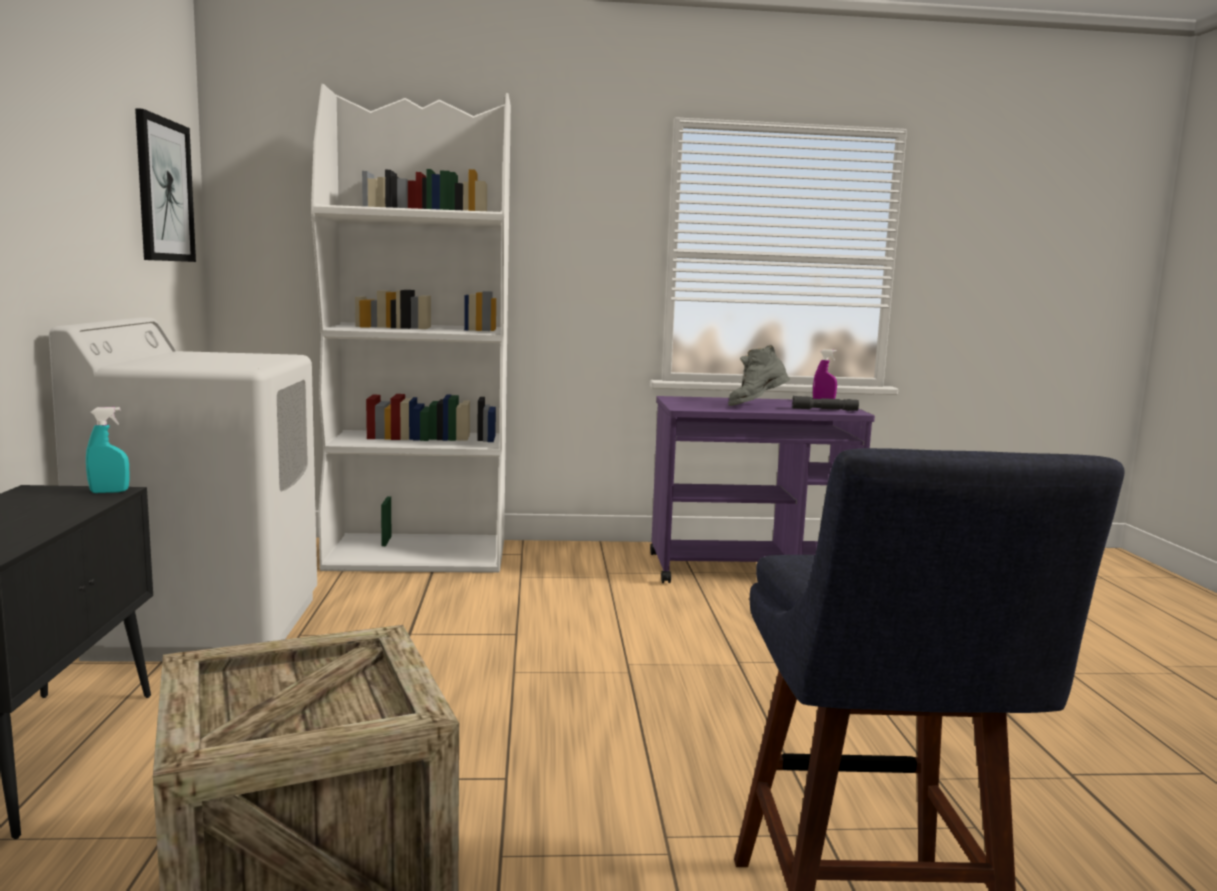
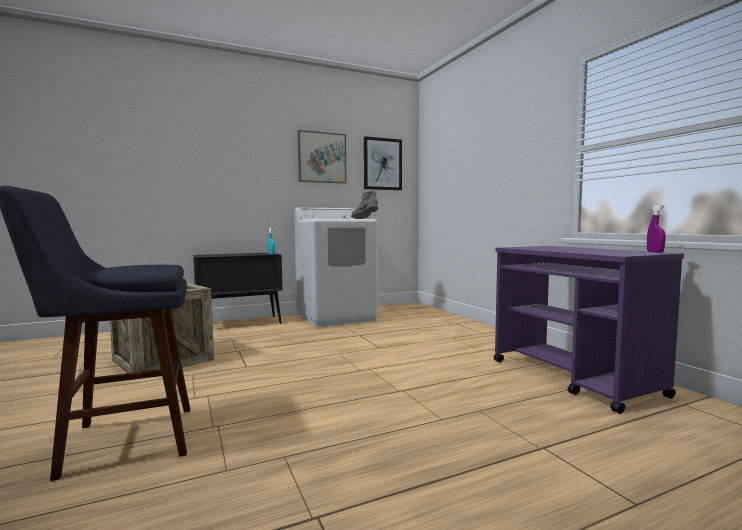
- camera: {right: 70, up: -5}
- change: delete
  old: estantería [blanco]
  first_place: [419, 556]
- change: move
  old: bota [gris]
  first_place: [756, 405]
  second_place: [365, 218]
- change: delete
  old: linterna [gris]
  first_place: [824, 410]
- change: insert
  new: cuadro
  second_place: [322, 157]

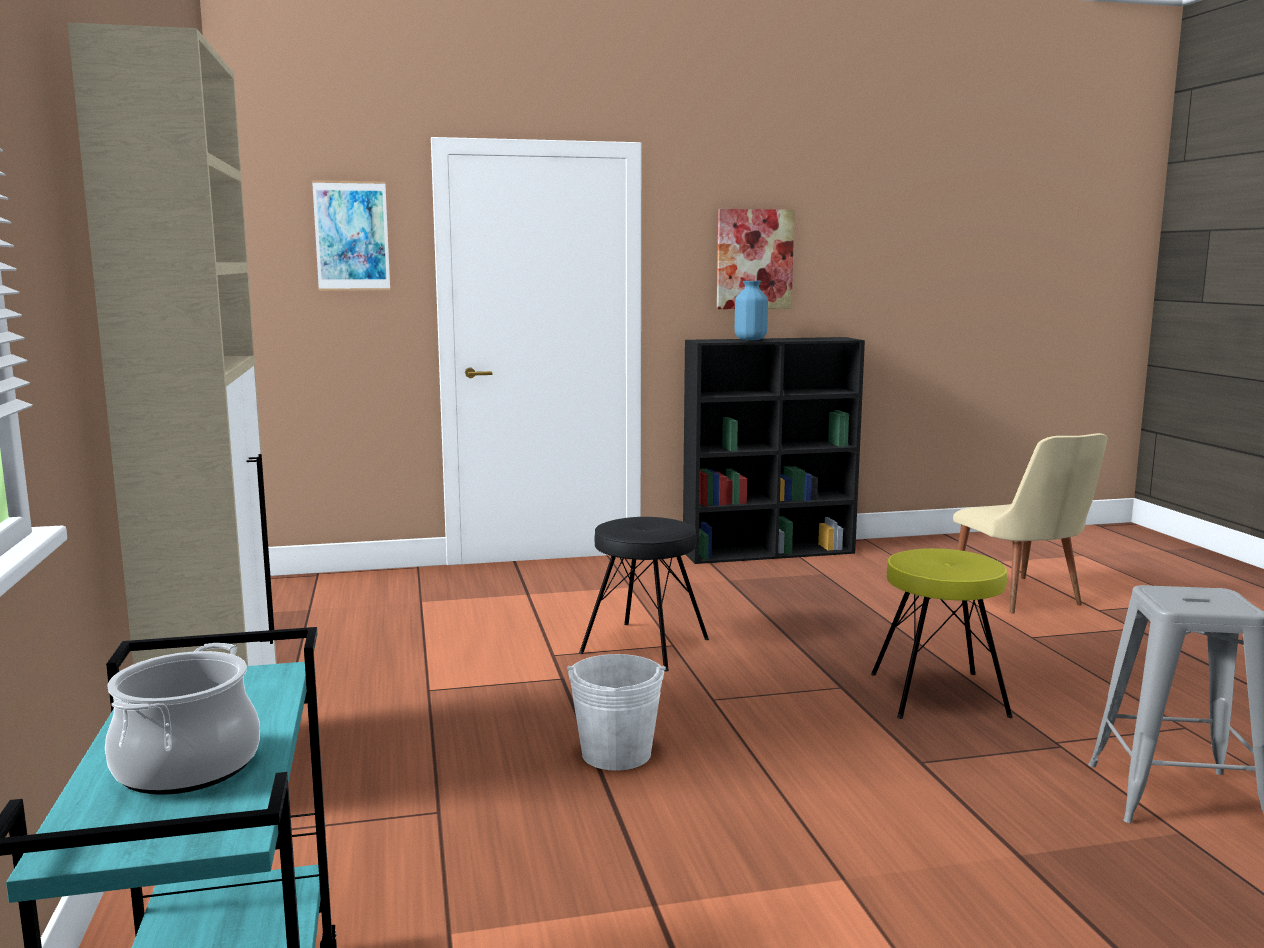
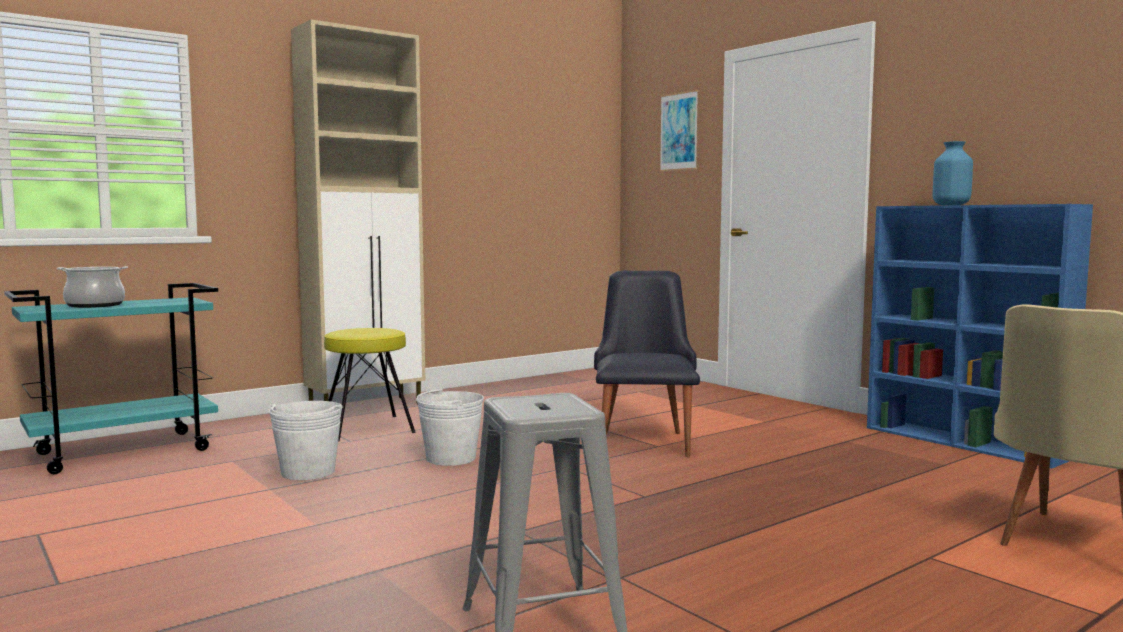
- camera: {right: 65, up: -5}
- change: delete
  old: cuadro
  first_place: [754, 259]
- change: recolor
  old: estantería [negro]
  new: estantería [azul]
  first_place: [770, 552]
  second_place: [965, 443]
- change: replace
  old: taburete [negro]
  new: silla [negro]
  first_place: [644, 645]
  second_place: [644, 440]
- change: move
  old: taburete [amarillo]
  first_place: [937, 694]
  second_place: [368, 428]
- change: insert
  new: cubo [blanco]
  second_place: [308, 472]

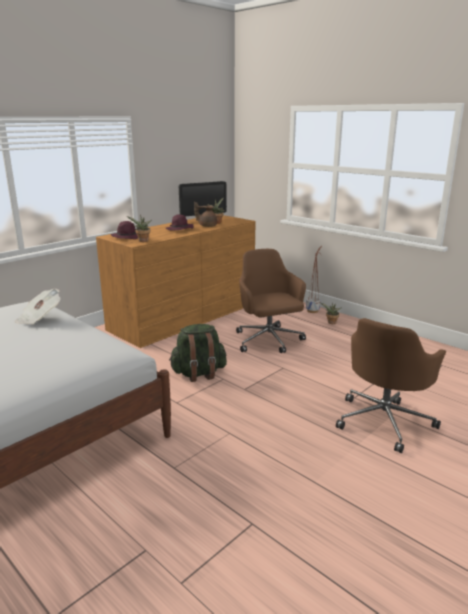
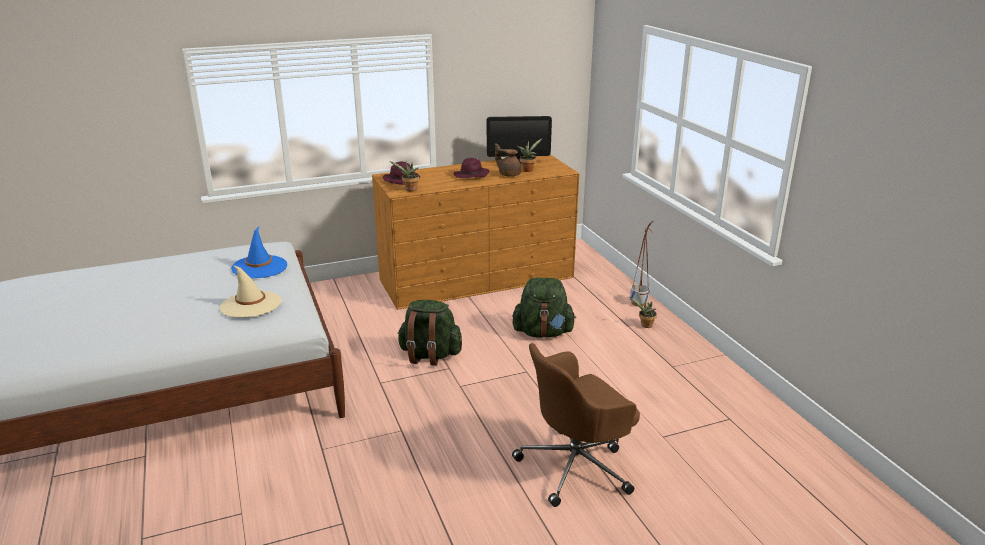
- camera: {right: 25, up: 5}
- change: replace
  old: silla de oficina [marrón]
  new: mochila [verde]
  first_place: [268, 341]
  second_place: [543, 332]
- change: replace
  old: periódico
  new: sombrero [azul]
  first_place: [39, 318]
  second_place: [260, 267]
- change: insert
  new: sombrero [beis]
  second_place: [251, 305]

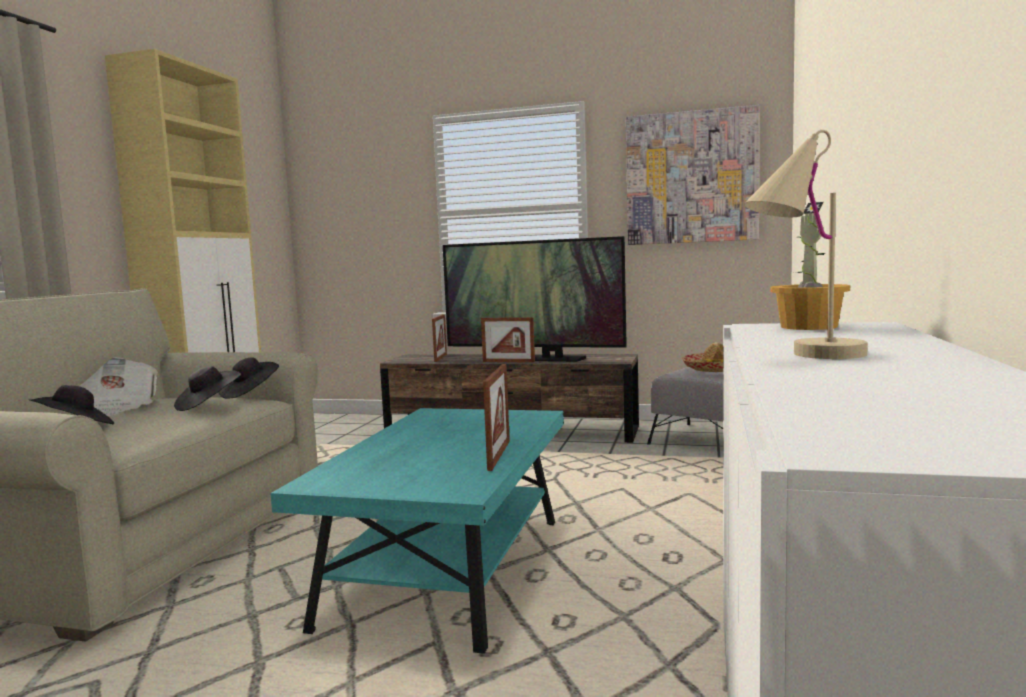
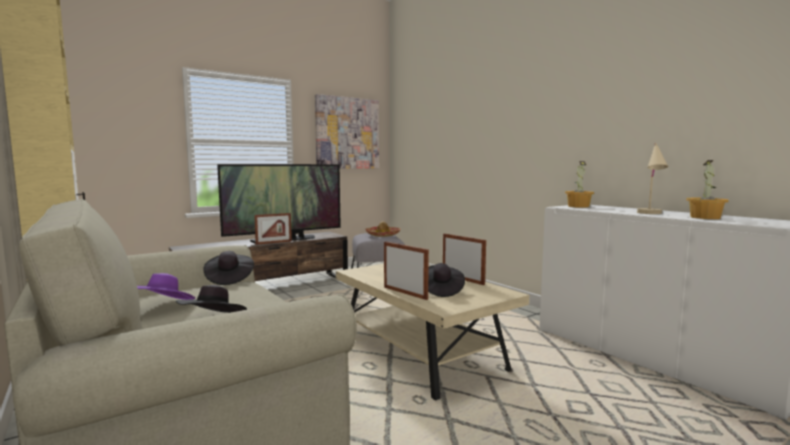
- camera: {right: -50, up: 0}
- change: move
  old: portarretratos
  first_place: [440, 358]
  second_place: [405, 293]
- change: replace
  old: periódico
  new: sombrero [morado]
  first_place: [117, 407]
  second_place: [163, 307]
- change: move
  old: sombrero [negro]
  first_place: [208, 405]
  second_place: [441, 290]
- change: recolor
  old: mesa de centro [turquesa]
  new: mesa de centro [beis]
  first_place: [449, 573]
  second_place: [420, 354]
- change: insert
  new: planta en maceta
  second_place: [705, 217]

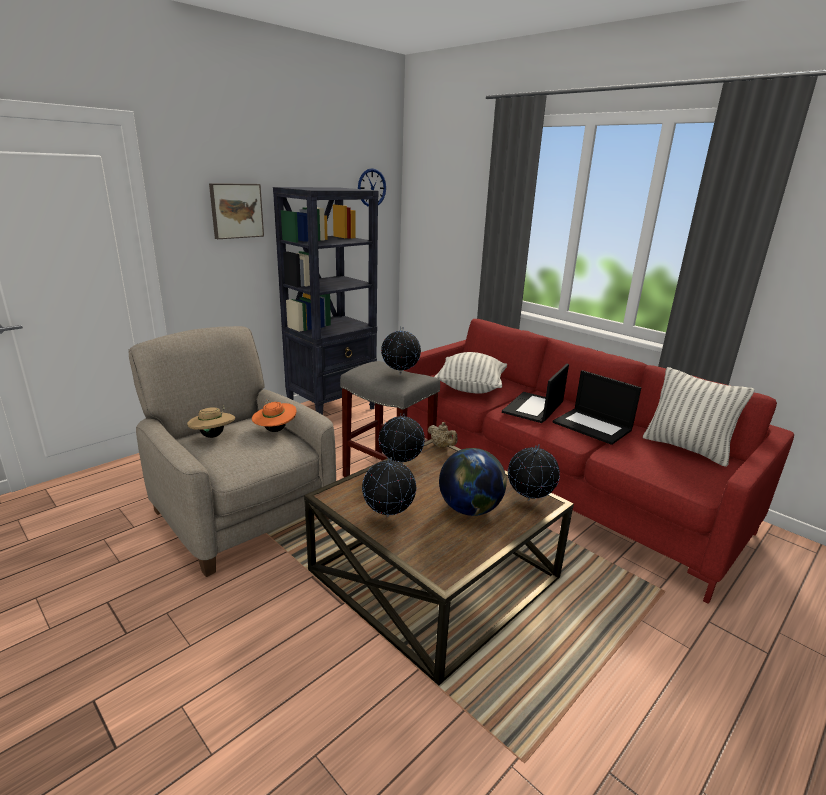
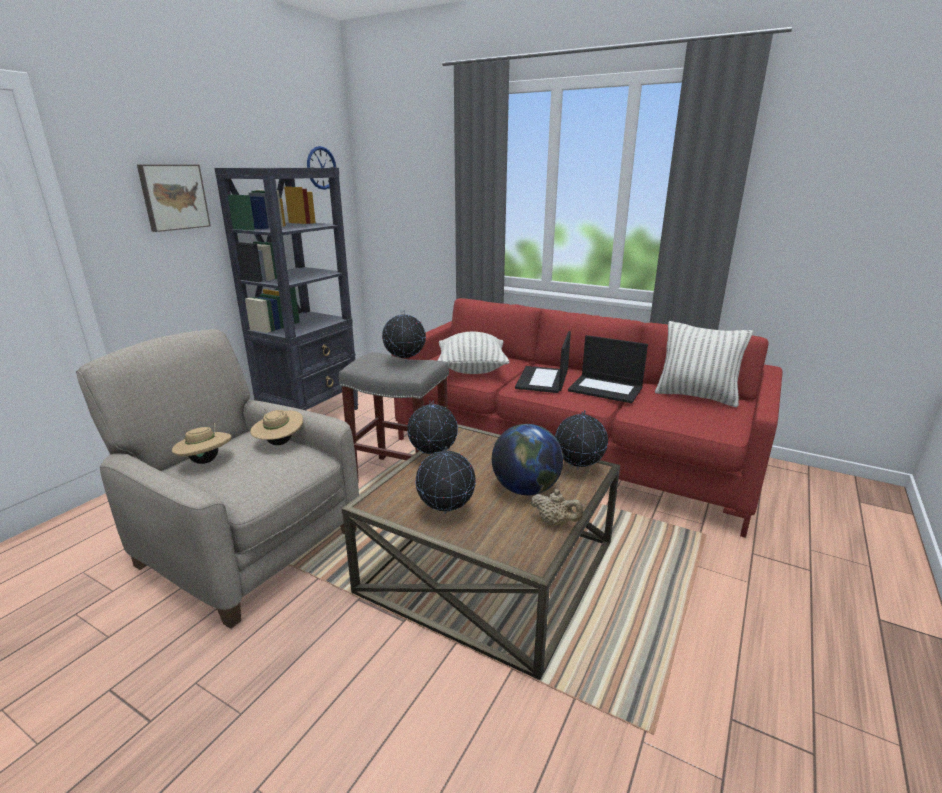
- camera: {right: -15, up: 0}
- change: recolor
  old: sombrero [naranja]
  new: sombrero [beis]
  first_place: [275, 430]
  second_place: [279, 443]
- change: move
  old: tetera [beis]
  first_place: [442, 446]
  second_place: [555, 522]

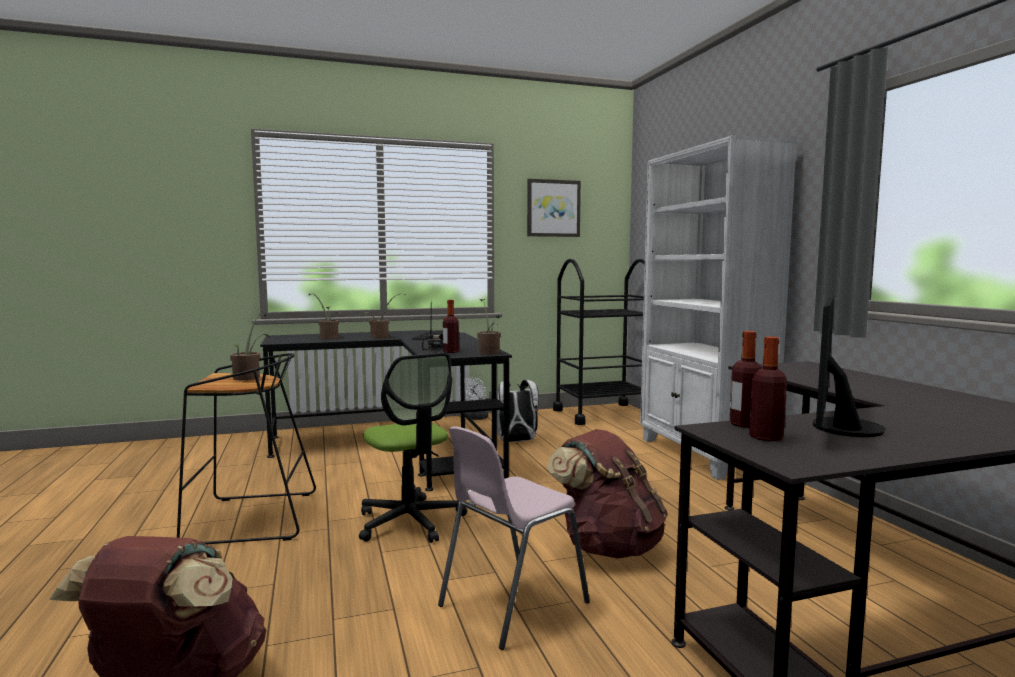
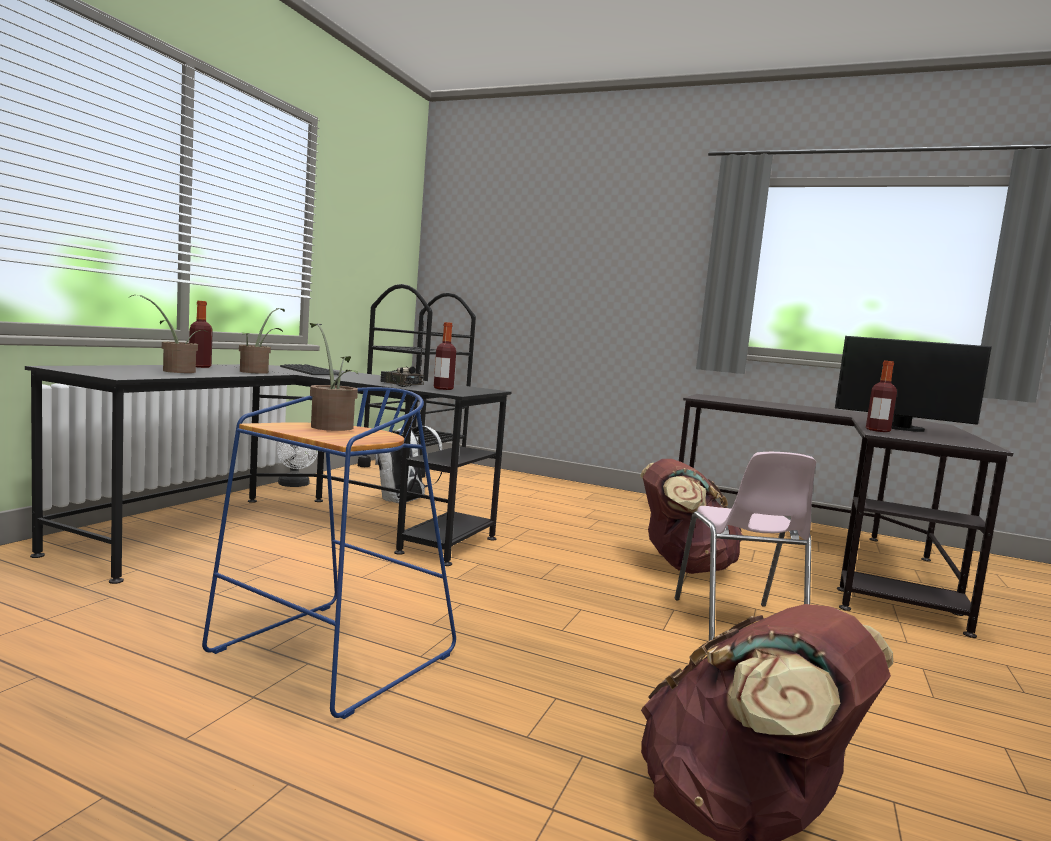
- camera: {right: -50, up: 0}
- change: delete
  old: estantería [blanco]
  first_place: [702, 455]
- change: delete
  old: cuadro
  first_place: [553, 208]
- change: rotate
  old: monitor
  first_place: [838, 427]
  second_place: [900, 428]
  degrees: -45
- change: delete
  old: planta en maceta
  first_place: [489, 352]
- change: move
  old: botella
  first_place: [766, 437]
  second_place: [200, 366]
- change: delete
  old: silla de oficina
  first_place: [410, 521]
- change: recolor
  old: taburete [negro]
  new: taburete [azul]
  first_place: [250, 519]
  second_place: [331, 657]

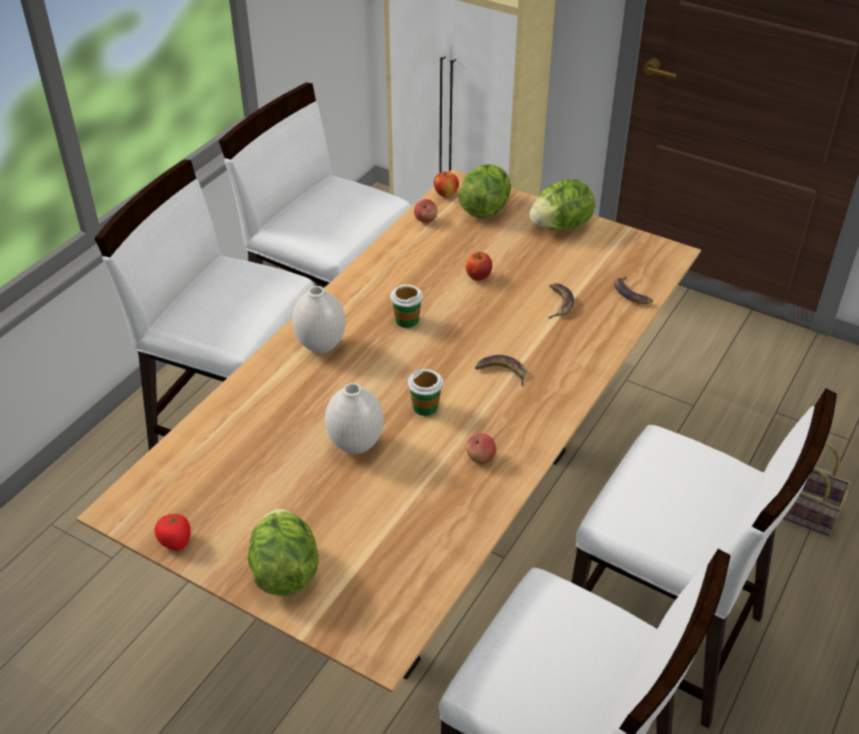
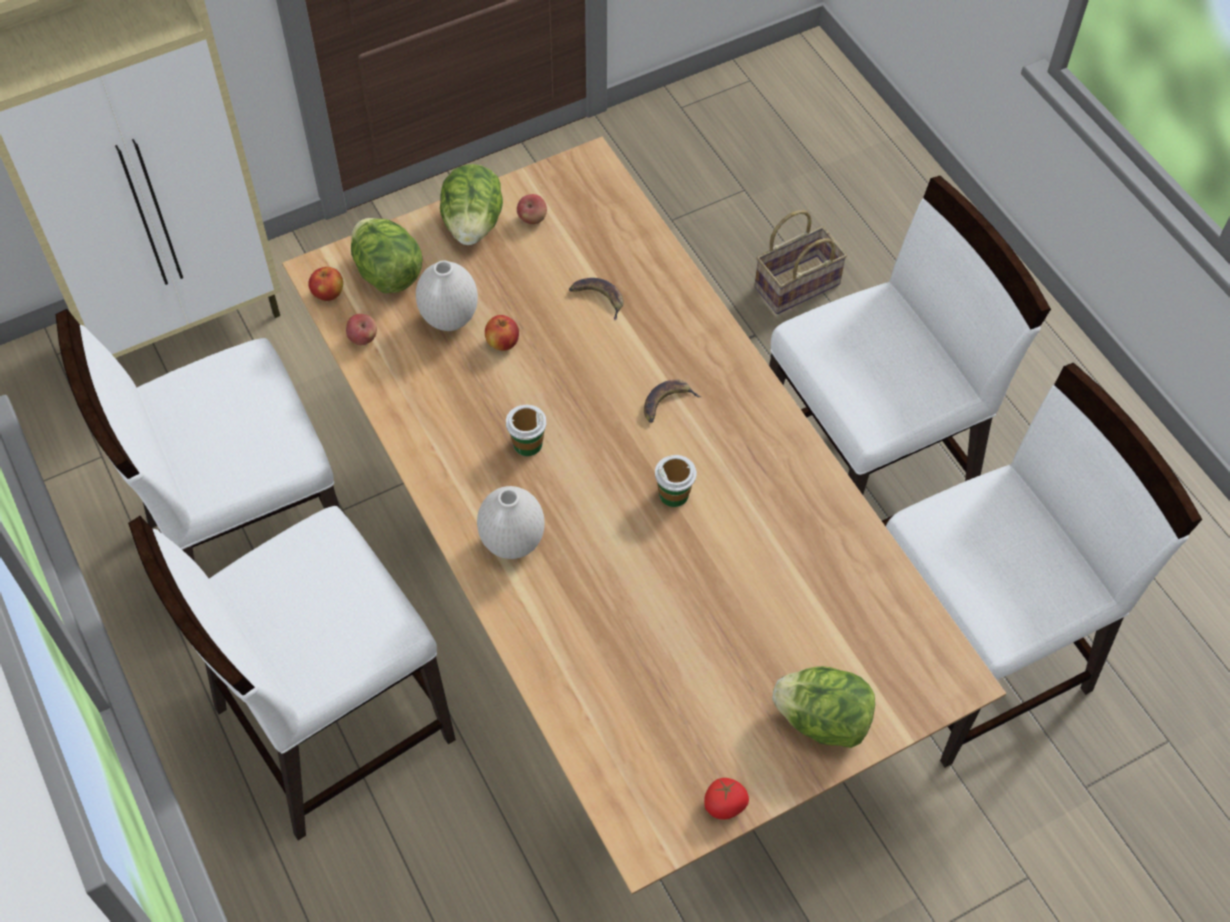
- camera: {right: -60, up: 15}
- change: delete
  old: plátano
  first_place: [631, 294]
- change: move
  old: florero [blanco]
  first_place: [356, 445]
  second_place: [450, 319]
- change: move
  old: manzana
  first_place: [480, 458]
  second_place: [532, 218]

